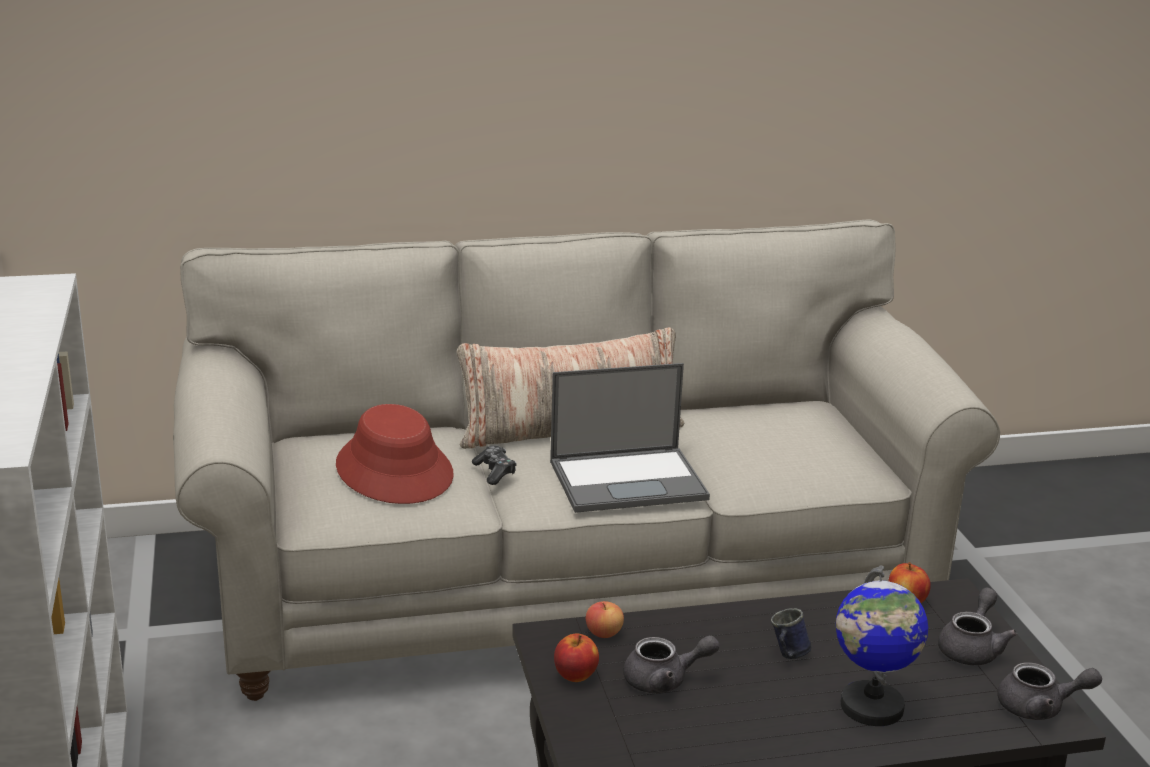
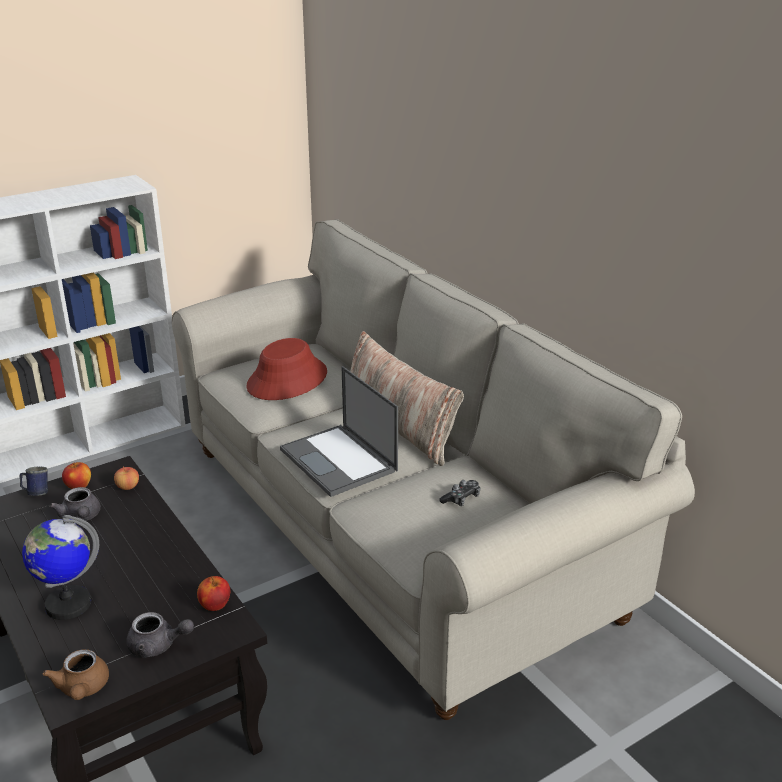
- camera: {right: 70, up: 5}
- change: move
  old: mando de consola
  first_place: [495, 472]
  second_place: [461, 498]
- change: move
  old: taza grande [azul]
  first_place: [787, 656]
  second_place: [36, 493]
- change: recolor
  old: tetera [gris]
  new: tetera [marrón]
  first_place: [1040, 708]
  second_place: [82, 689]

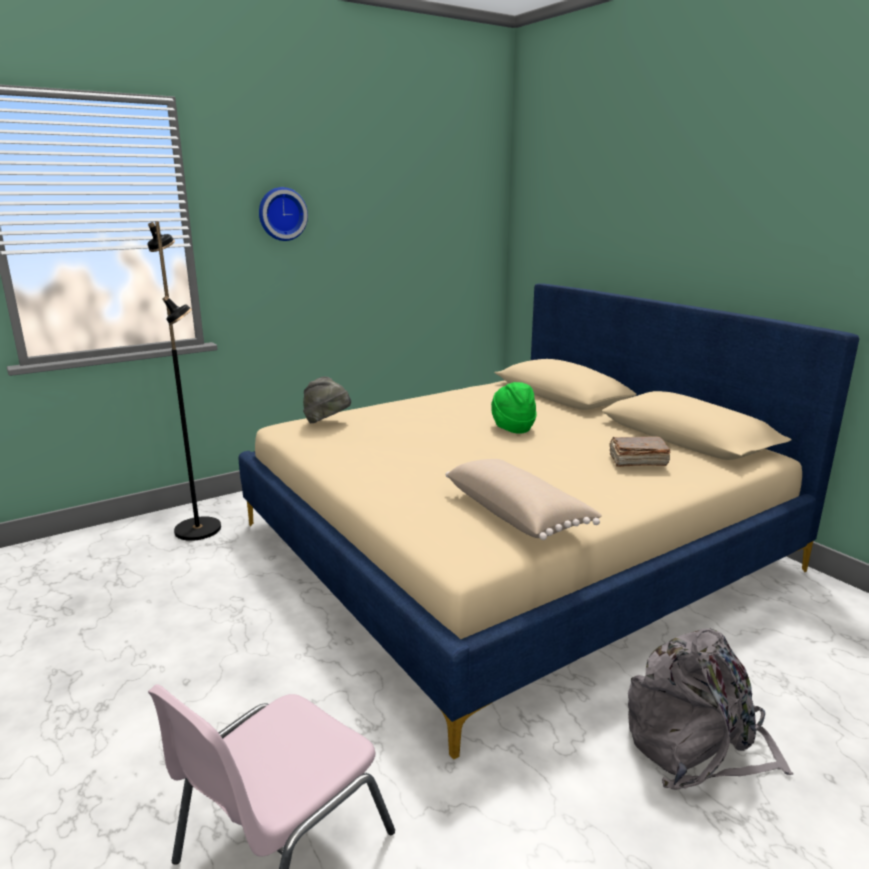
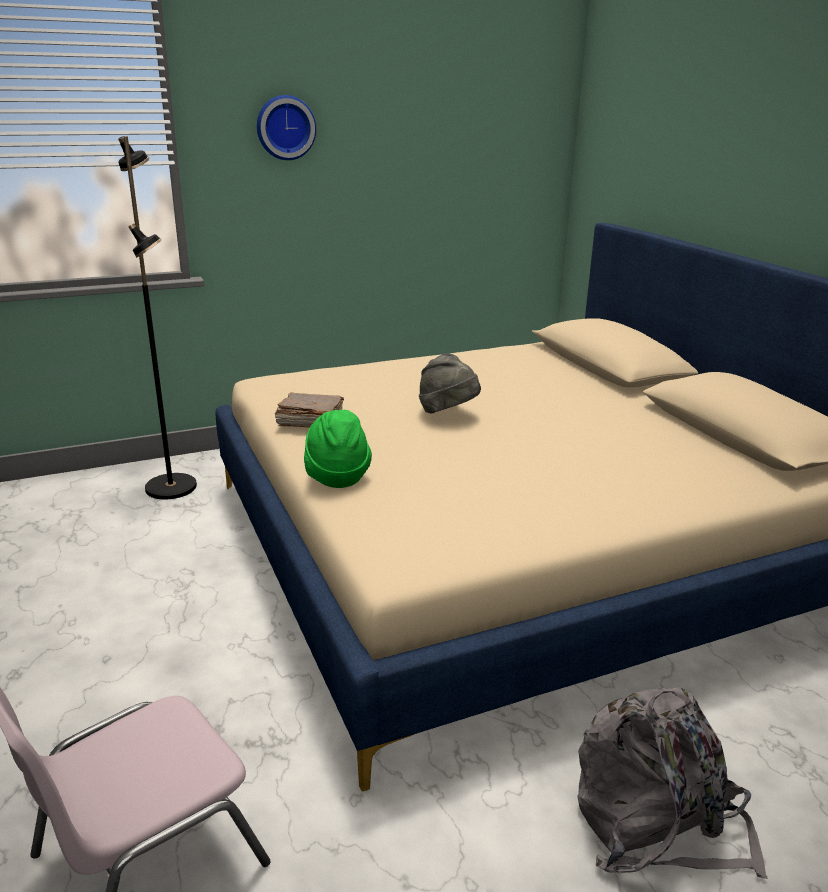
- camera: {right: 10, up: 5}
- change: move
  old: sombrero [gris]
  first_place: [327, 422]
  second_place: [448, 413]
- change: move
  old: sombrero [verde]
  first_place: [512, 428]
  second_place: [336, 476]
- change: move
  old: libro [marrón]
  first_place: [637, 461]
  second_place: [309, 422]
- change: delete
  old: cojín [beis]
  first_place: [517, 514]

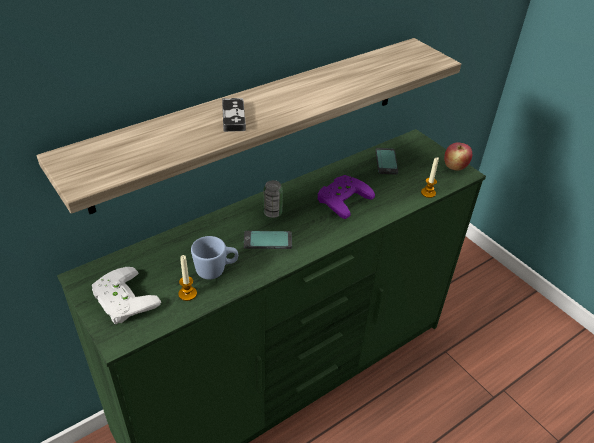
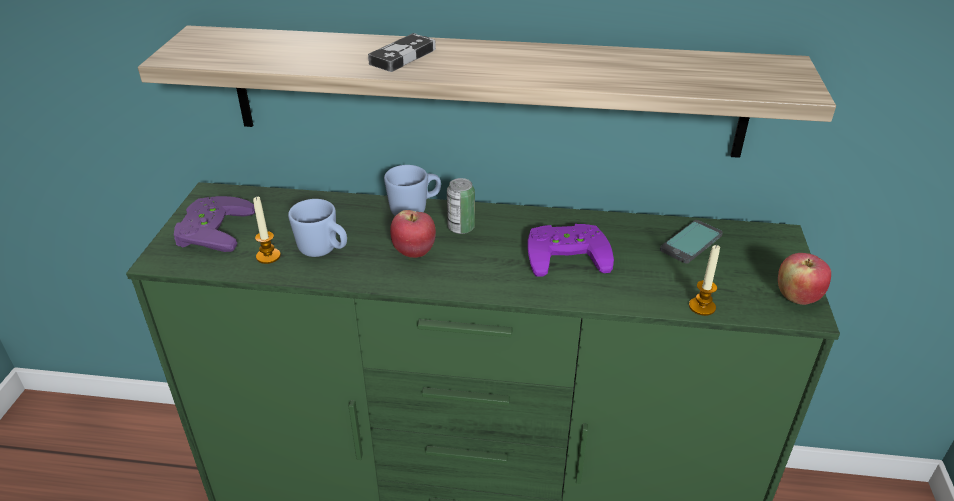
- camera: {right: 45, up: -5}
- change: replace
  old: móvil
  new: manzana
  first_place: [268, 241]
  second_place: [414, 252]
- change: recolor
  old: mando de consola [blanco]
  new: mando de consola [morado]
  first_place: [121, 300]
  second_place: [210, 229]
- change: insert
  new: taza grande [azul]
  second_place: [415, 209]

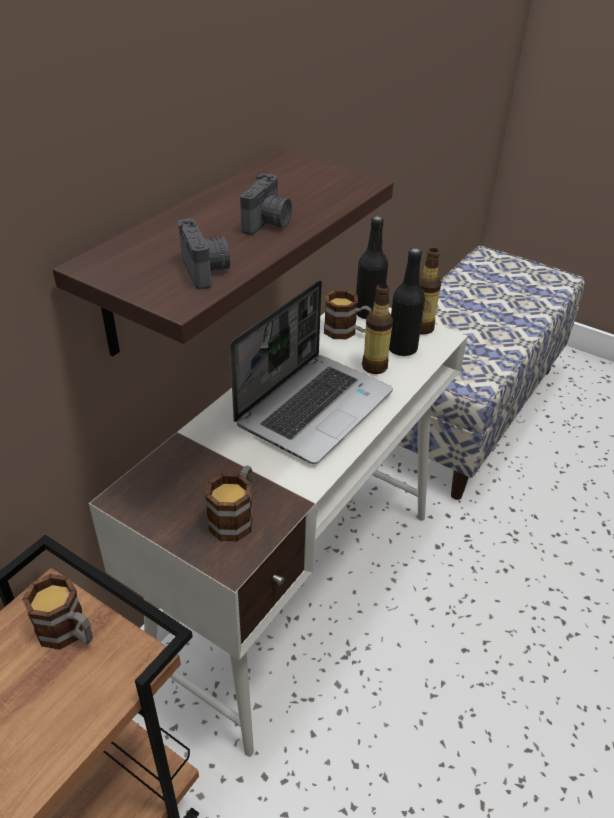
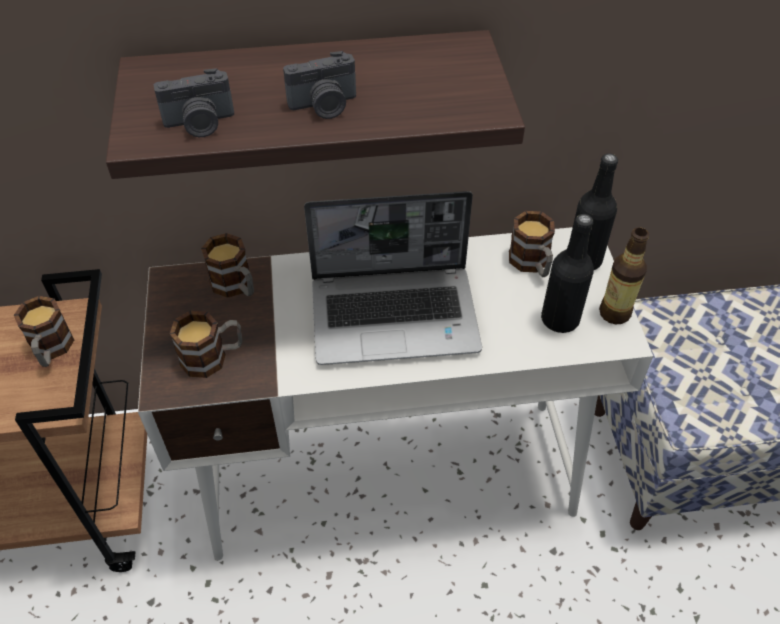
- camera: {right: 50, up: 10}
- change: rotate
  old: cámara
  first_place: [206, 270]
  second_place: [200, 124]
  degrees: 45
- change: delete
  old: botella
  first_place: [374, 367]
- change: insert
  new: taza grande
  second_place: [236, 286]

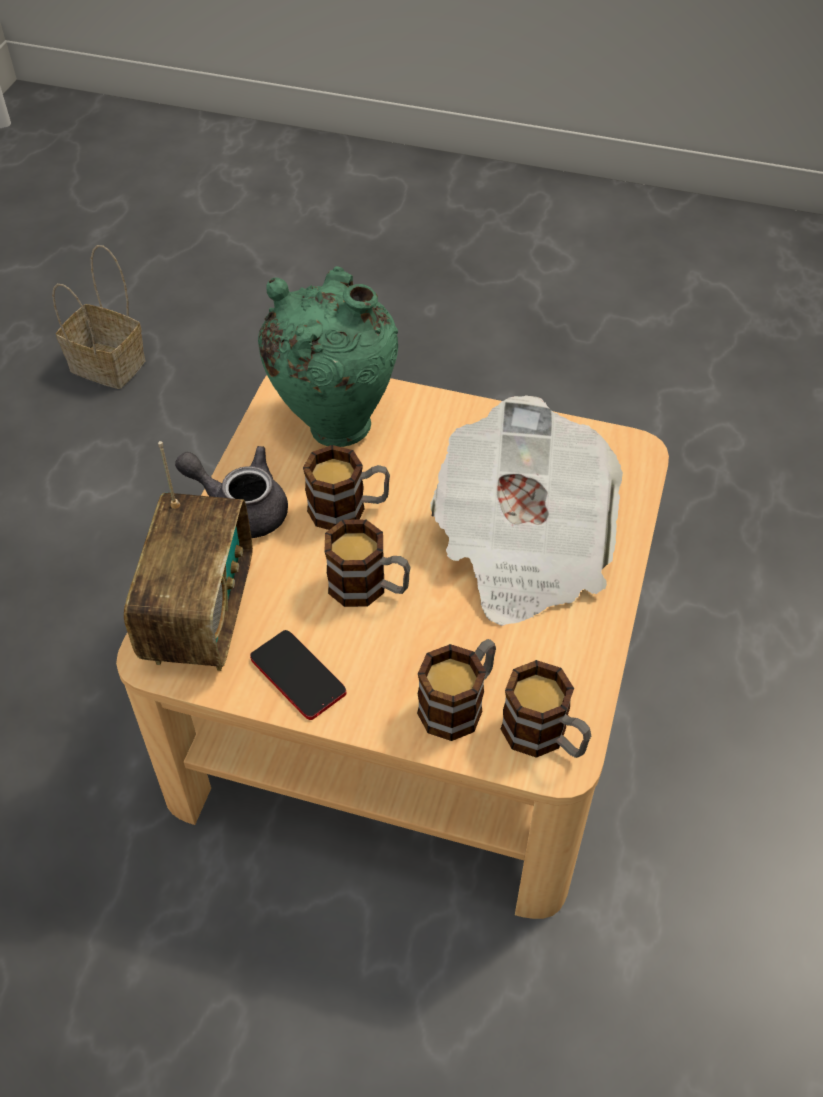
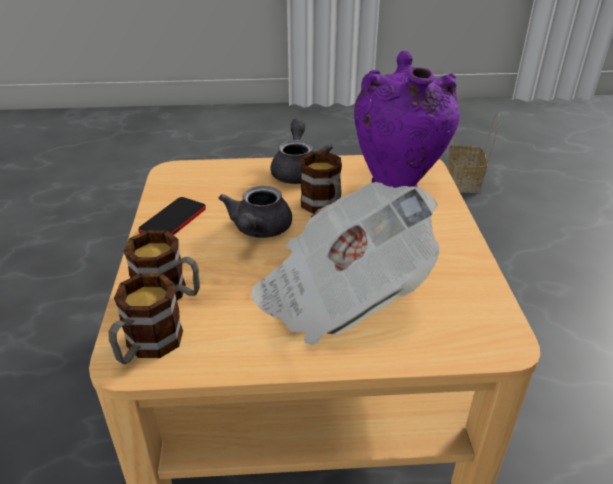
- camera: {right: 70, up: -15}
- change: recolor
  old: florero [verde]
  new: florero [morado]
  first_place: [334, 422]
  second_place: [397, 185]
- change: delete
  old: radio
  first_place: [200, 615]
- change: replace
  old: taza grande
  new: tetera [gris]
  first_place: [369, 588]
  second_place: [258, 230]

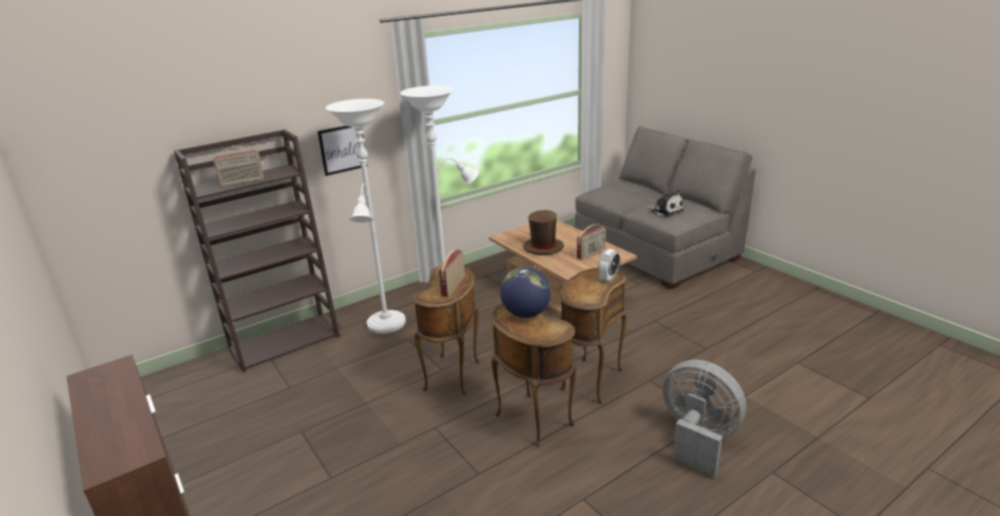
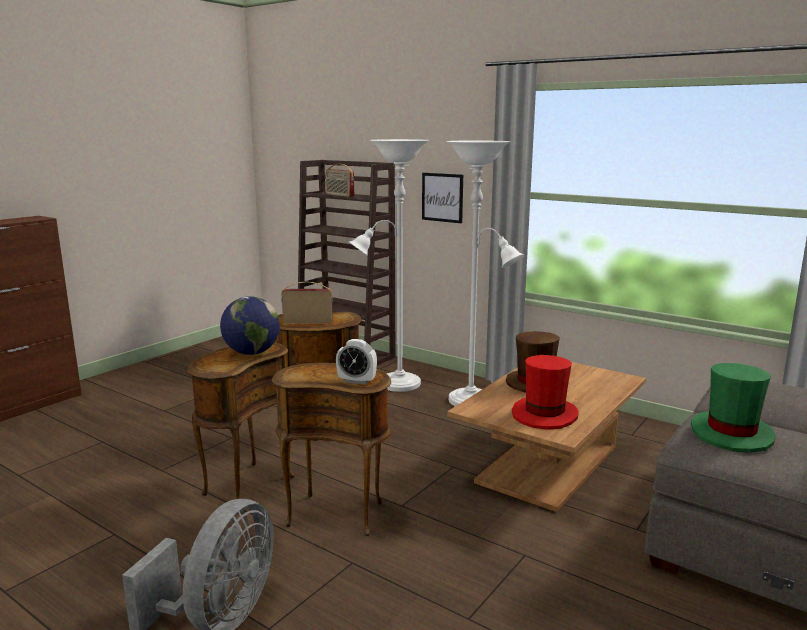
- camera: {right: 70, up: -10}
- change: replace
  old: peluche
  new: sombrero [verde]
  first_place: [665, 211]
  second_place: [731, 434]
- change: replace
  old: radio
  new: sombrero [rojo]
  first_place: [591, 254]
  second_place: [544, 415]

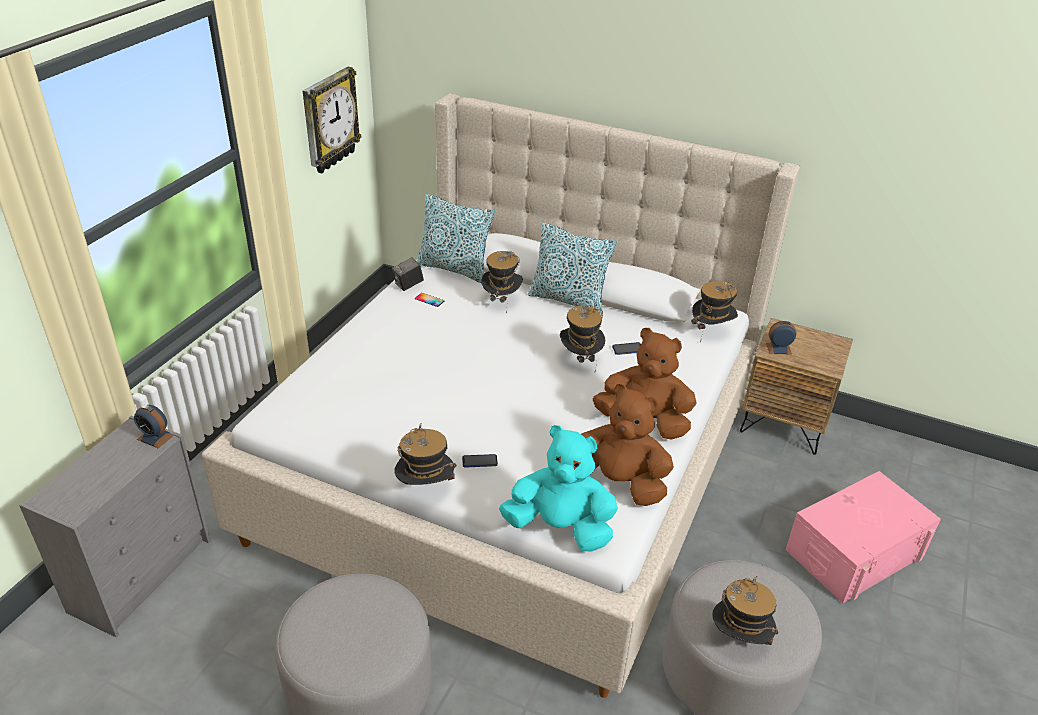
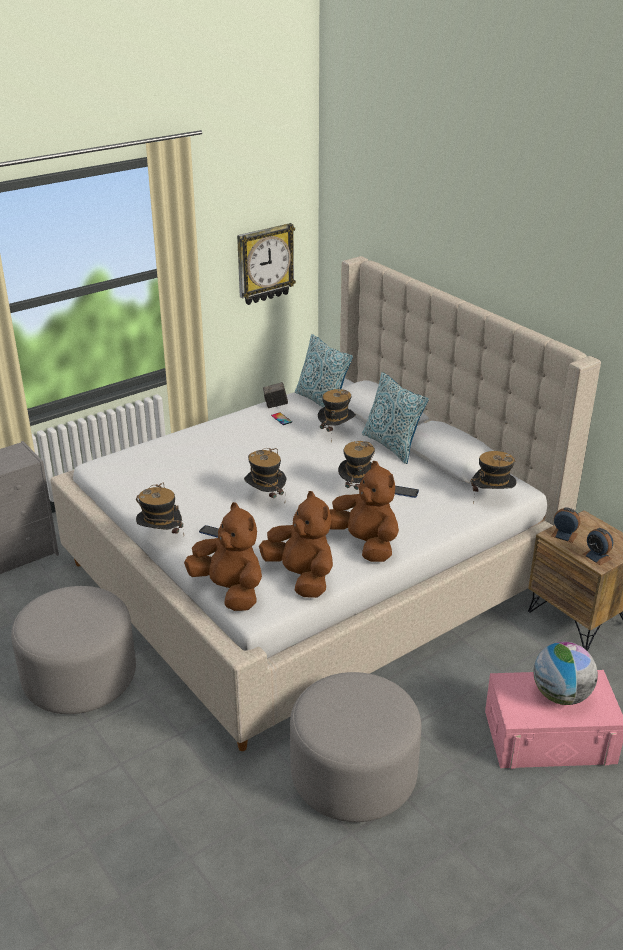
- camera: {right: 30, up: -5}
- change: move
  old: despertador
  first_place: [155, 437]
  second_place: [597, 556]
- change: recolor
  old: peluche [turquesa]
  new: peluche [marrón]
  first_place: [560, 528]
  second_place: [230, 591]
- change: move
  old: sombrero
  first_place: [738, 640]
  second_place: [265, 498]
- change: insert
  new: globo terráqueo
  second_place: [561, 695]

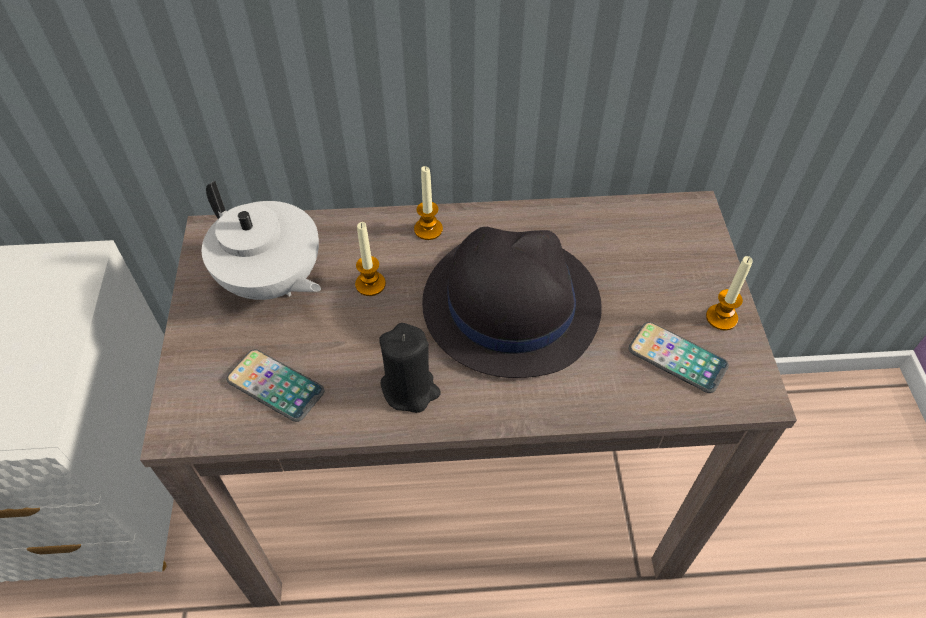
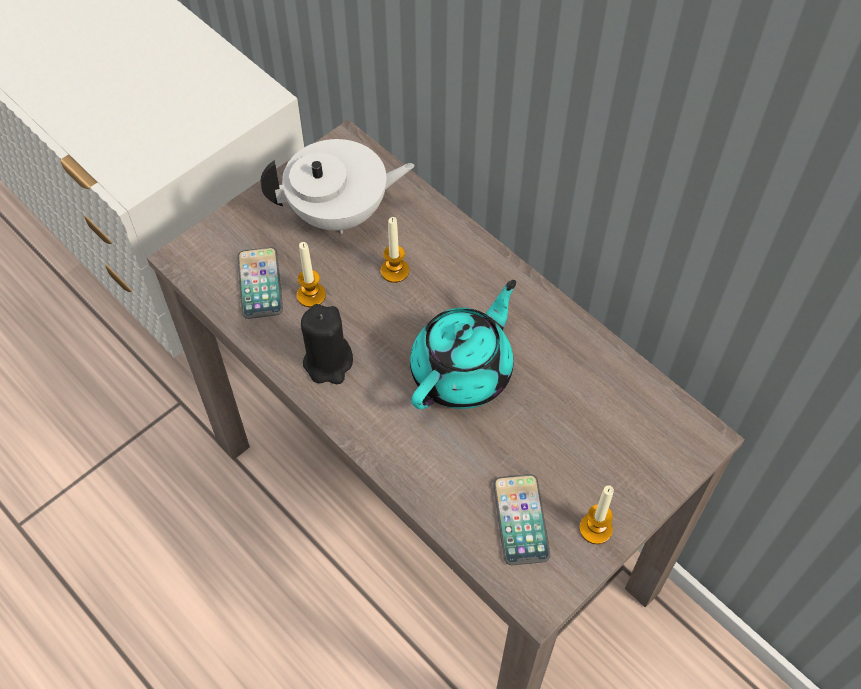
- camera: {right: 50, up: 5}
- change: move
  old: vela
  first_place: [428, 229]
  second_place: [311, 295]
- change: rotate
  old: tetera [blanco]
  first_place: [272, 282]
  second_place: [340, 213]
  degrees: -105
- change: replace
  old: sombrero [negro]
  new: tetera [turquesa]
  first_place: [510, 304]
  second_place: [463, 371]

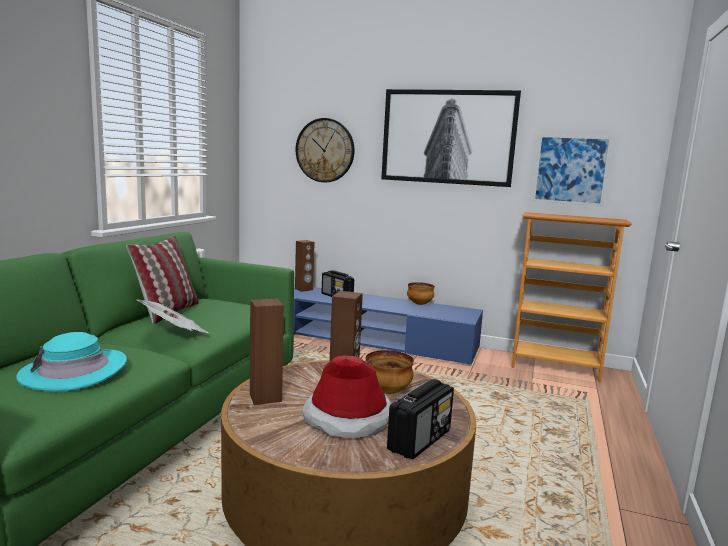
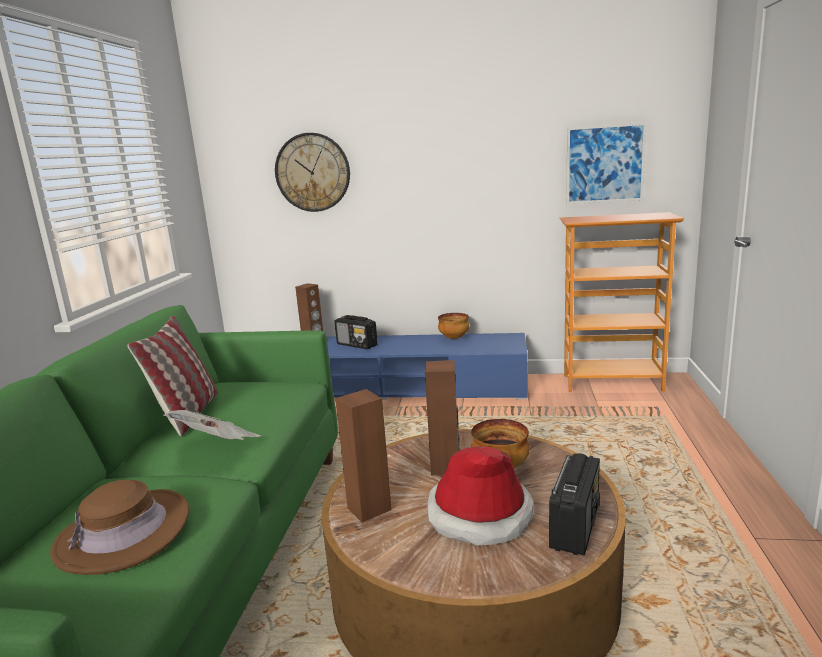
- camera: {right: -10, up: 5}
- change: delete
  old: cuadro
  first_place: [448, 137]
- change: recolor
  old: sombrero [turquesa]
  new: sombrero [marrón]
  first_place: [74, 371]
  second_place: [124, 533]

